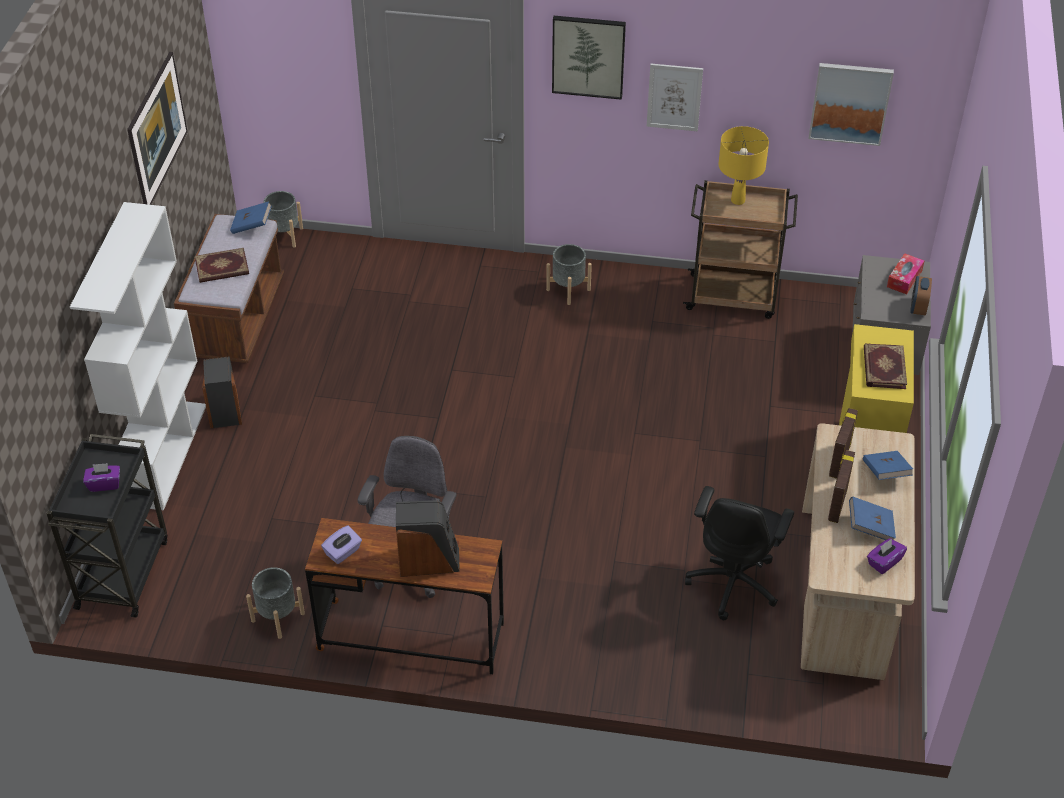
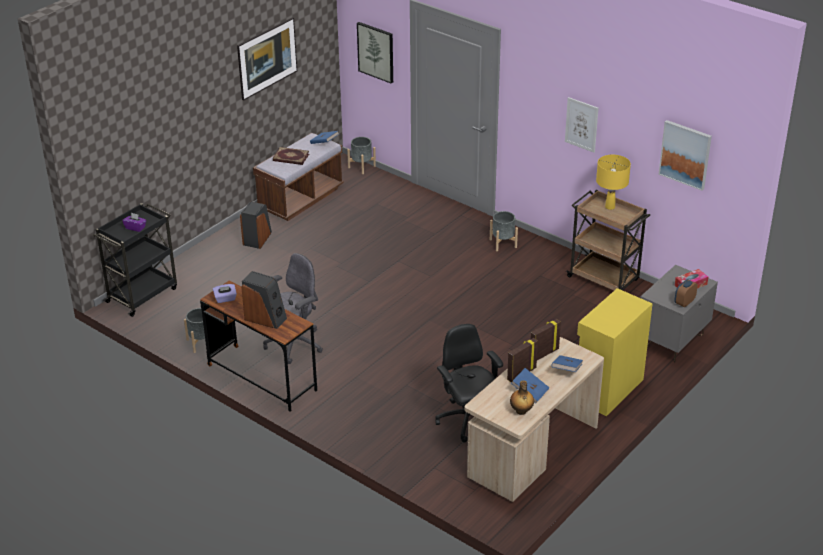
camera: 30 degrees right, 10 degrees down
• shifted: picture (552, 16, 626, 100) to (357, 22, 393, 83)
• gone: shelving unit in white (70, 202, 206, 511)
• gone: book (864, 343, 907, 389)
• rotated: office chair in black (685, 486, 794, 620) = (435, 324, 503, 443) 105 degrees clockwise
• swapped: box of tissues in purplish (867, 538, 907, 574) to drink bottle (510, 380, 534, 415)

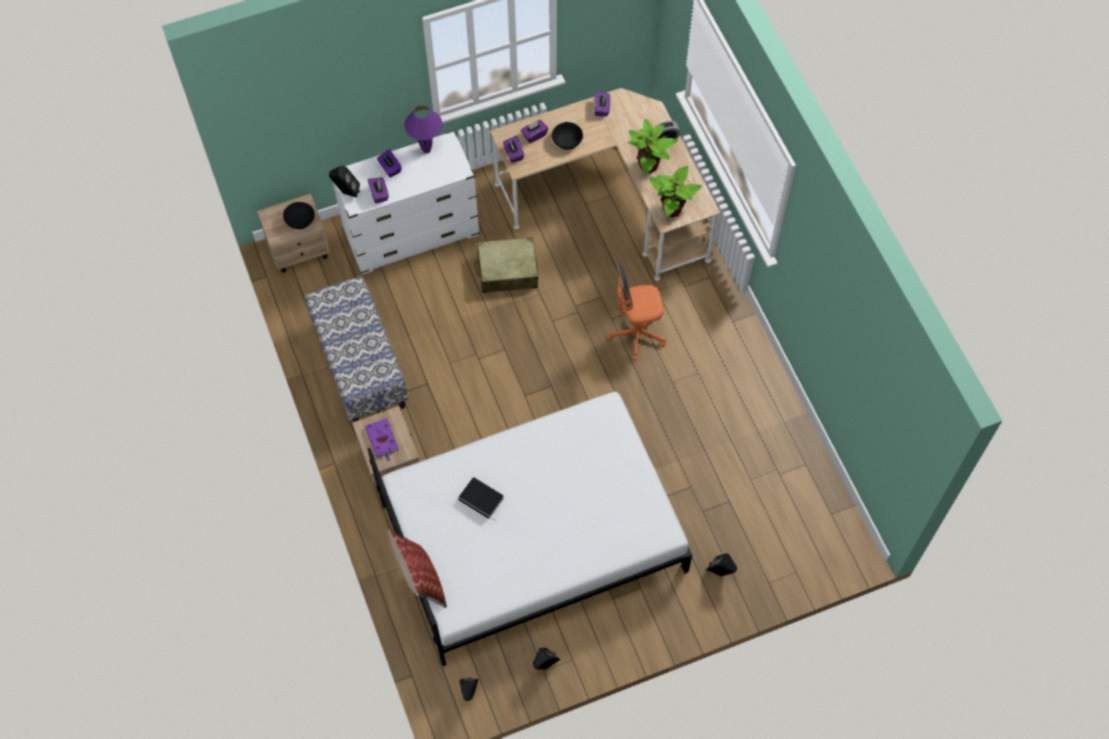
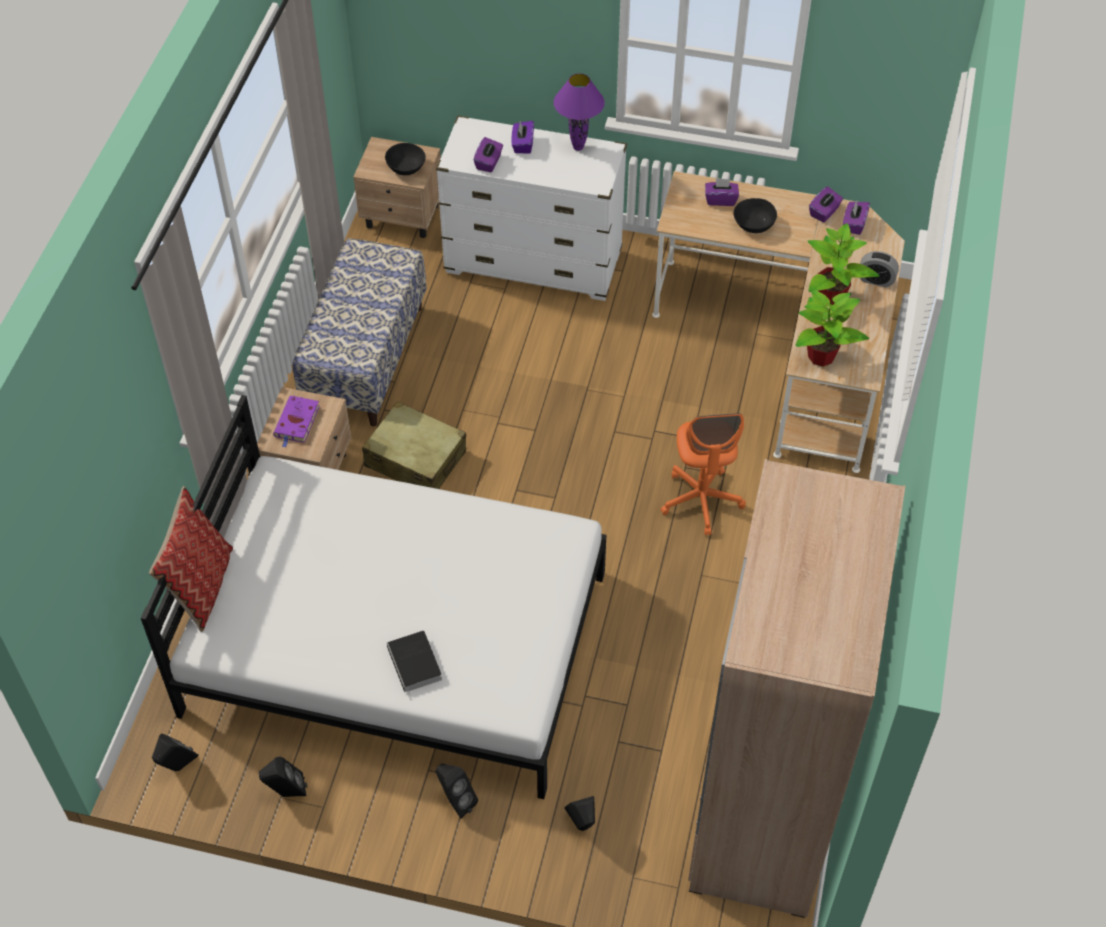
camera: 35 degrees right, 10 degrees down
• shifted: box of tissues in purplish (503, 136, 524, 163) to (843, 201, 870, 235)
• shifted: speaker in black (329, 166, 360, 198) to (436, 764, 478, 818)
• shifted: piece of luggage in sand-coloured (474, 237, 538, 293) to (362, 401, 466, 489)
• rotated: office chair in orange-coloured (606, 264, 666, 361) = (661, 413, 746, 536) 120 degrees counterclockwise
• shifted: book (458, 477, 504, 521) to (387, 631, 442, 700)
• new: clothes cupboard in sand-coloured (688, 459, 905, 918)

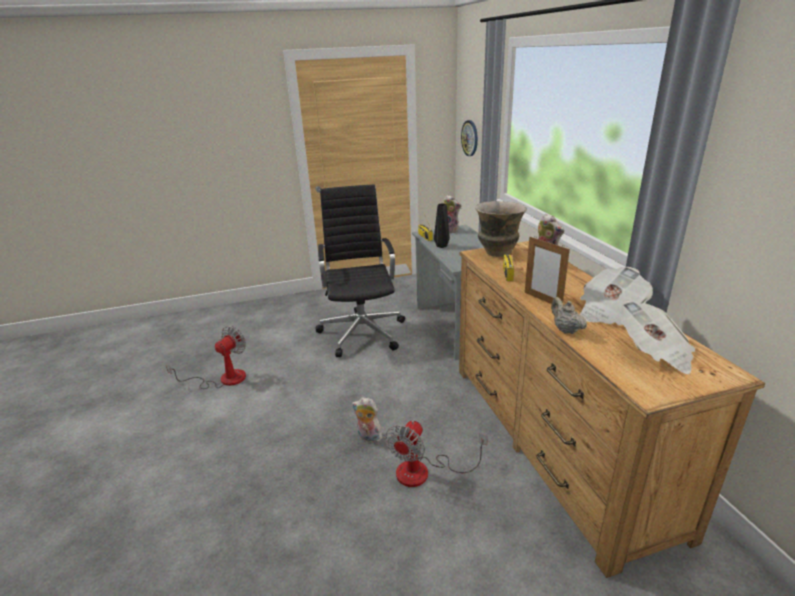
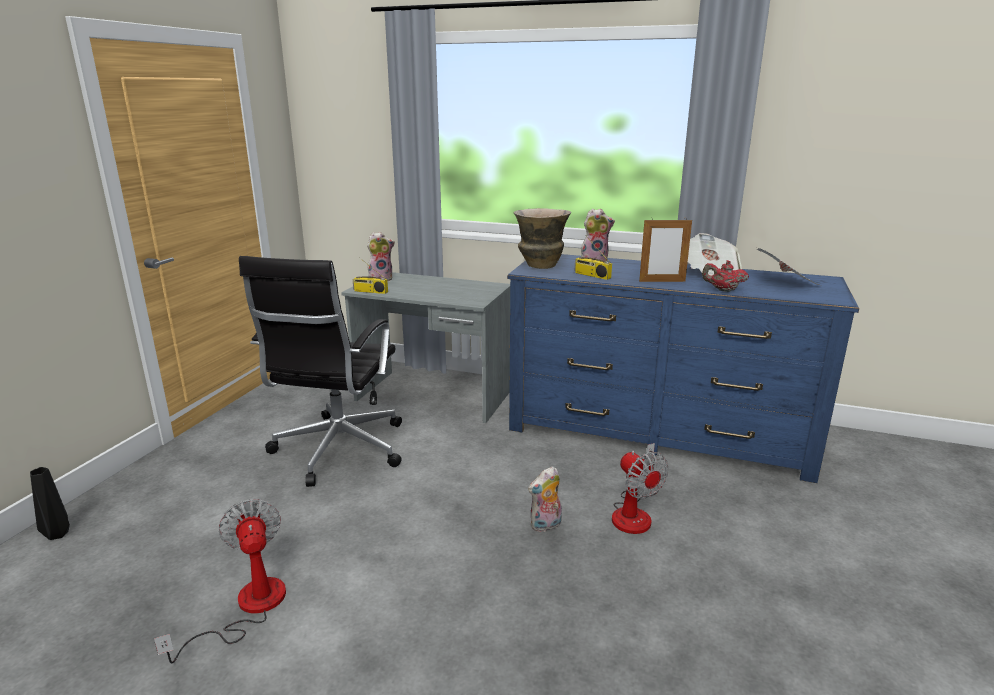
camera: 55 degrees left, 5 degrees down
• gone: hanging clock (461, 120, 478, 156)
• rotated: office chair in black (316, 184, 405, 357) = (239, 256, 402, 487) 105 degrees counterclockwise
• shifted: decorative vase in black (434, 204, 450, 248) to (30, 467, 70, 540)
• repainted: chest of drawers in brownish (459, 241, 765, 578) to chest of drawers in blue (507, 254, 859, 483)
• repainted: pot for tea in sand-coloured (551, 297, 587, 334) to pot for tea in red (702, 260, 749, 292)

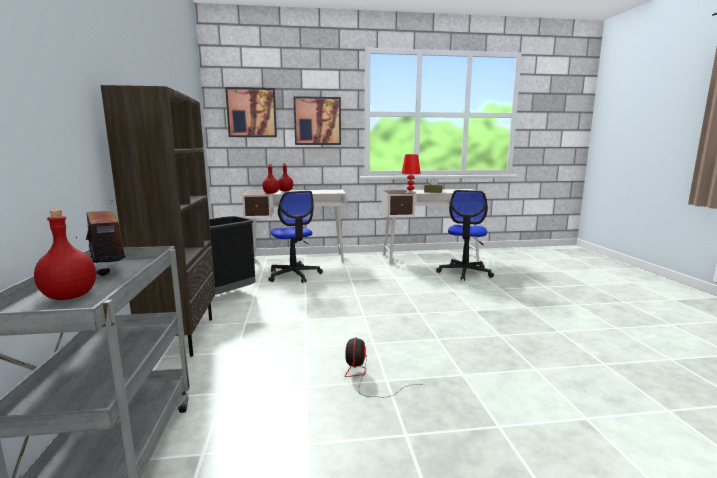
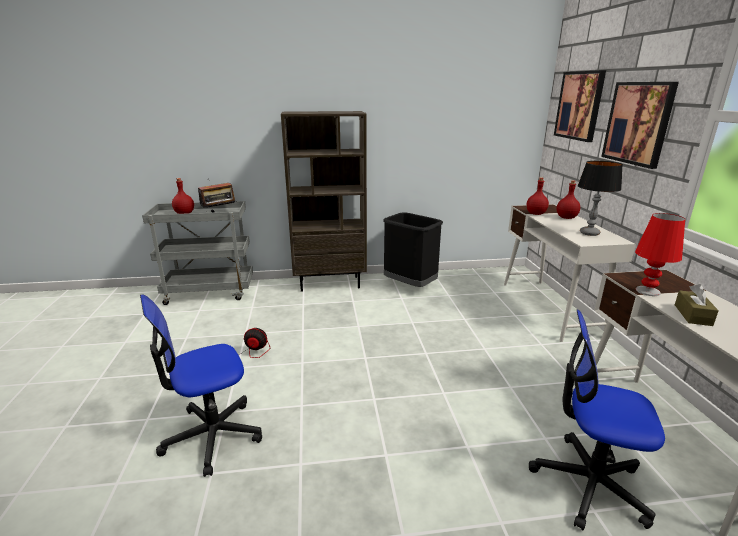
camera: 90 degrees right, 10 degrees up
• shifted: office chair (268, 191, 323, 283) to (140, 294, 262, 477)
• new: lamp for a table (578, 161, 623, 236)

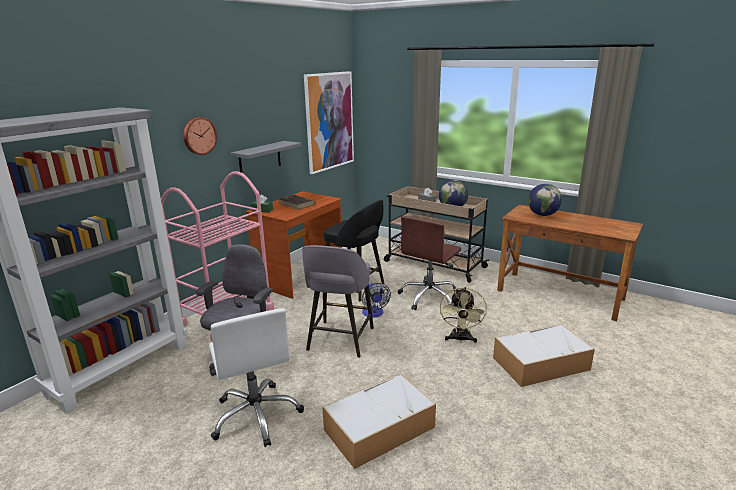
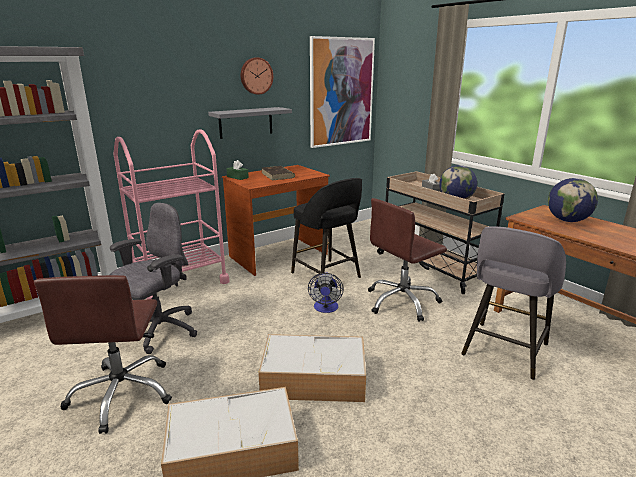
camera: 20 degrees right, 0 degrees up
• shifted: hanging clock (183, 117, 217, 155) to (241, 57, 273, 95)
• shifted: sitting stool in greyish (302, 245, 374, 358) to (461, 226, 566, 380)
• gone: cooling fan in sand-coloured (440, 287, 487, 343)
• repainted: office chair in white (209, 308, 304, 447) to office chair in brownish (34, 275, 172, 434)
• shifted: storage box (493, 324, 595, 387) to (258, 334, 366, 402)

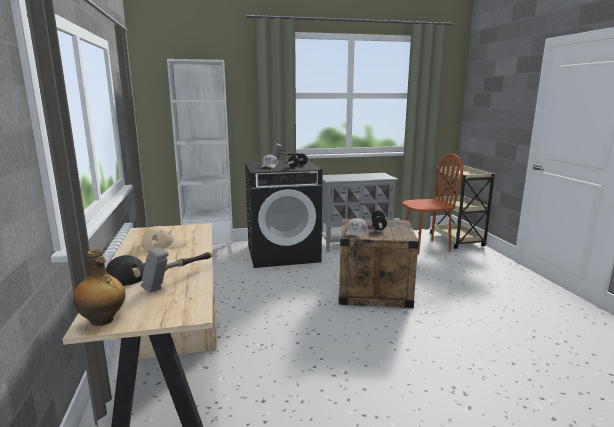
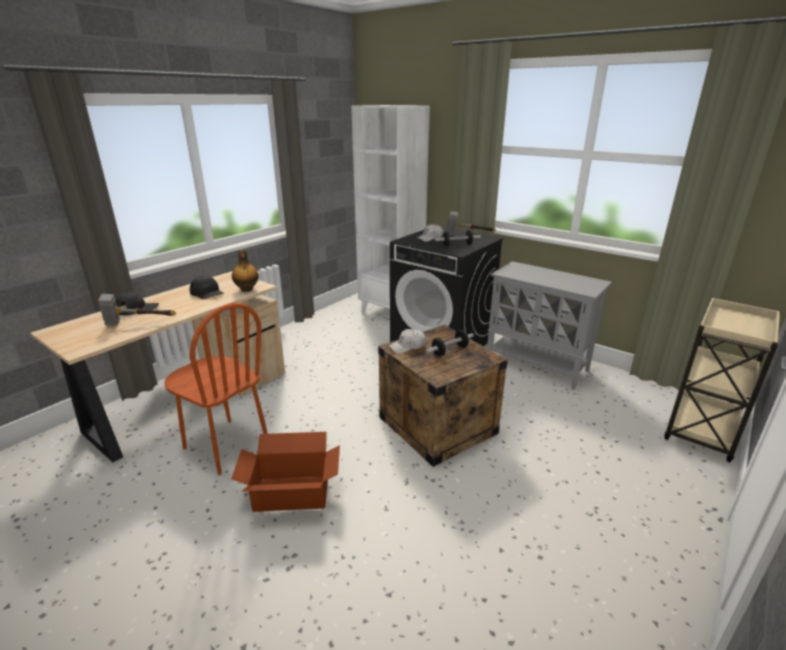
camera: 50 degrees right, 10 degrees up
• shifted: chair in brownish (402, 154, 463, 255) to (164, 303, 268, 475)
• repainted: baseball cap in sand-coloured (141, 226, 189, 249) to baseball cap in black (190, 276, 224, 299)
• shifted: drink bottle (73, 249, 126, 326) to (232, 249, 259, 292)
• new: packing box (231, 432, 340, 512)

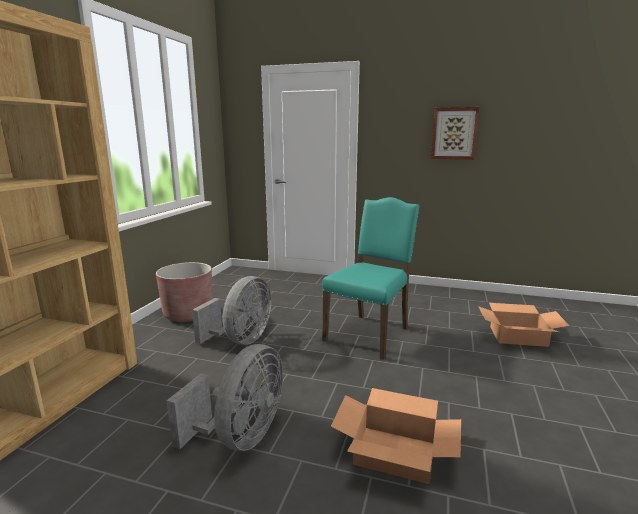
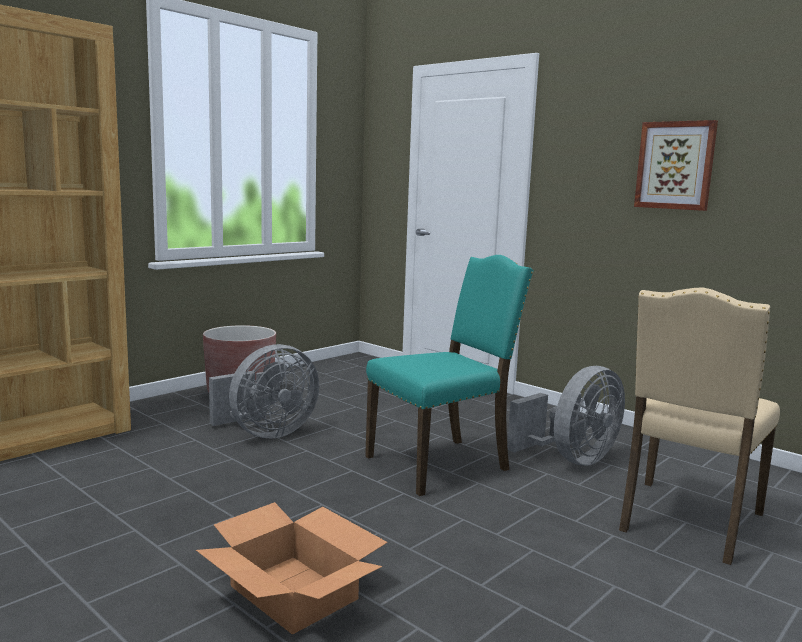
camera: 25 degrees right, 5 degrees down
• swapped: packing box (478, 303, 570, 347) to chair in sand-coloured (619, 288, 780, 565)
• shifted: cooling fan in greyish (167, 344, 283, 451) to (507, 366, 625, 465)

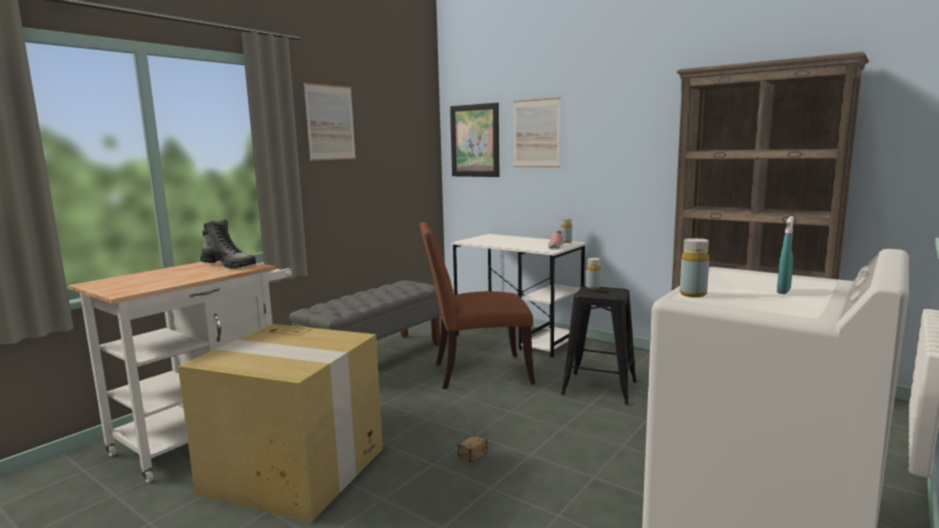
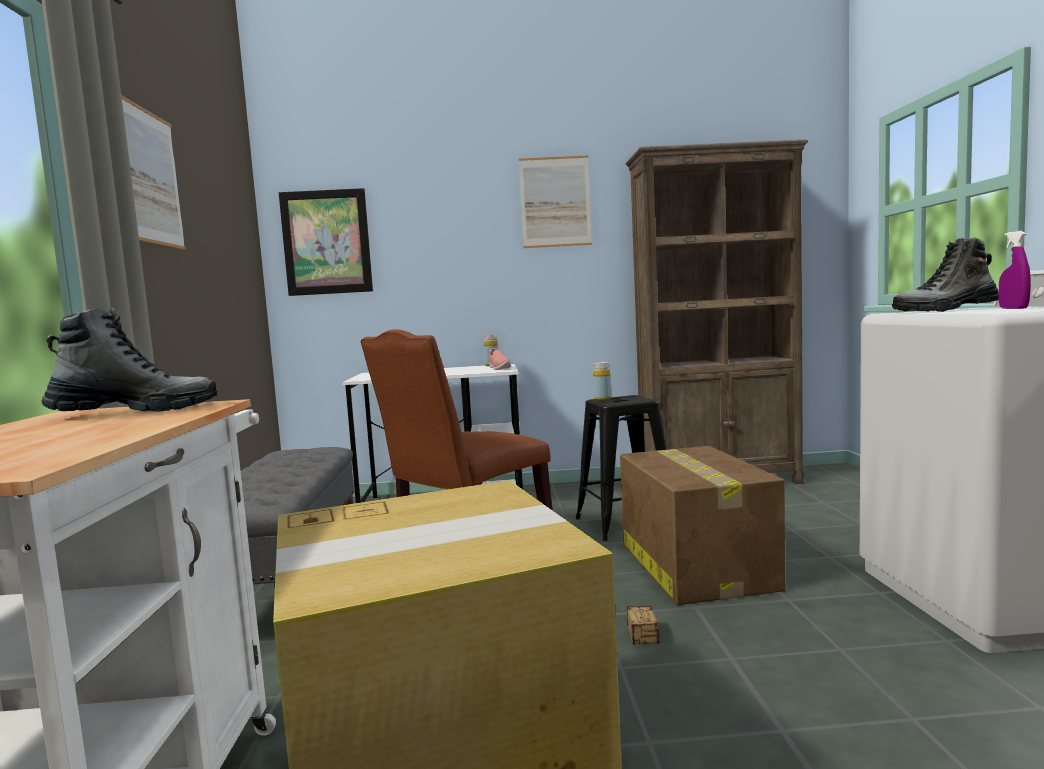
camera: 40 degrees left, 5 degrees down
• shifted: picture (513, 97, 560, 167) to (518, 155, 592, 248)
• repainted: sprayer in turquoise (777, 216, 794, 294) to sprayer in purplish (999, 231, 1031, 309)
• gone: drink bottle in yellowish (680, 238, 709, 297)
• new: boot (892, 238, 999, 312)
• new: packing box (620, 446, 785, 605)

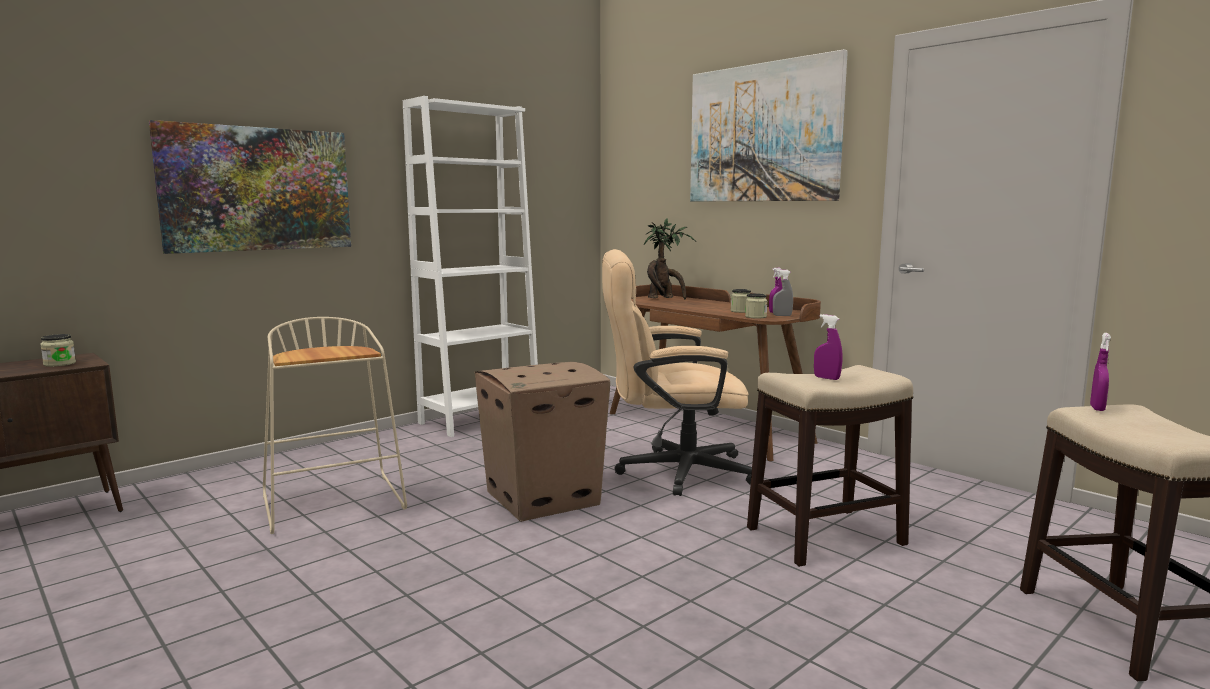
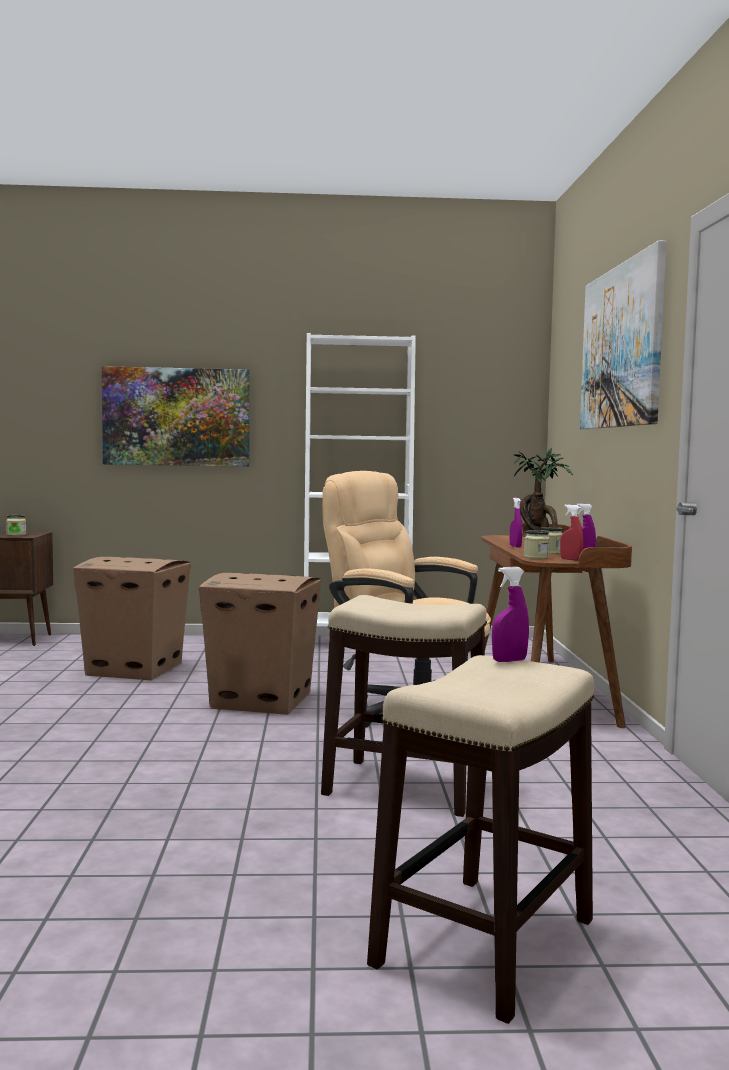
camera: 40 degrees right, 5 degrees down
• repainted: sprayer in greyish (773, 270, 793, 316) to sprayer in red (560, 504, 584, 561)
• shifted: sprayer in purplish (814, 314, 842, 380) to (510, 498, 522, 548)
• swapped: sitting stool in sand-coloured (263, 317, 407, 534) to packing box (73, 557, 191, 680)

